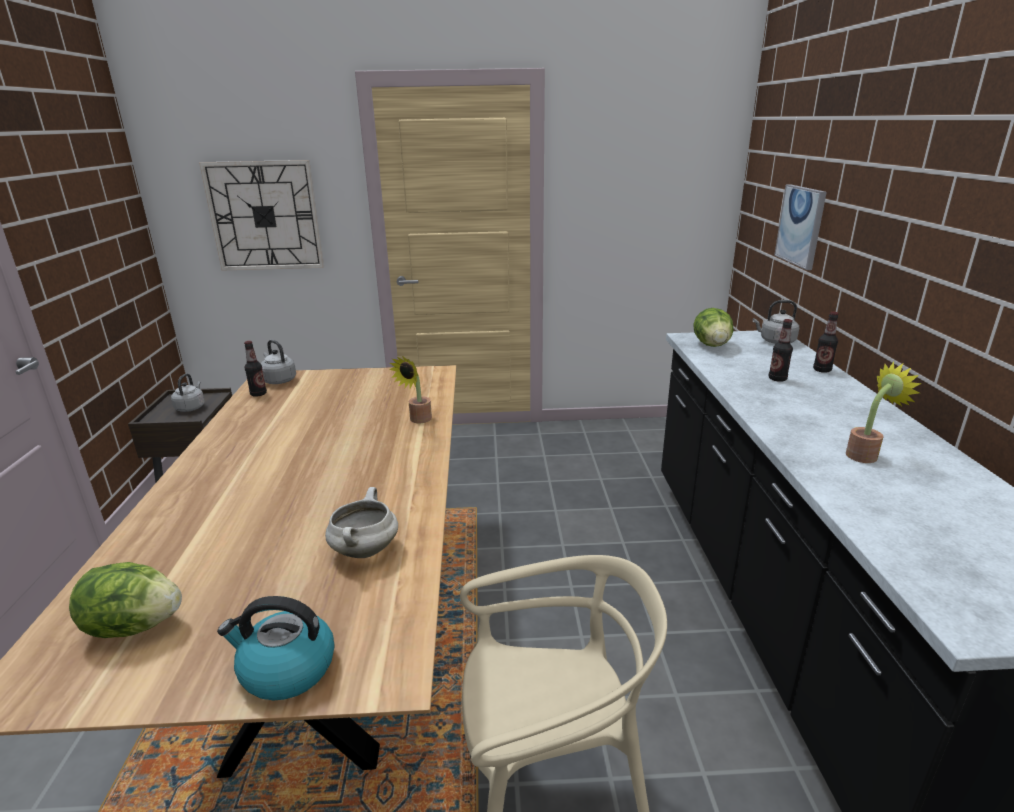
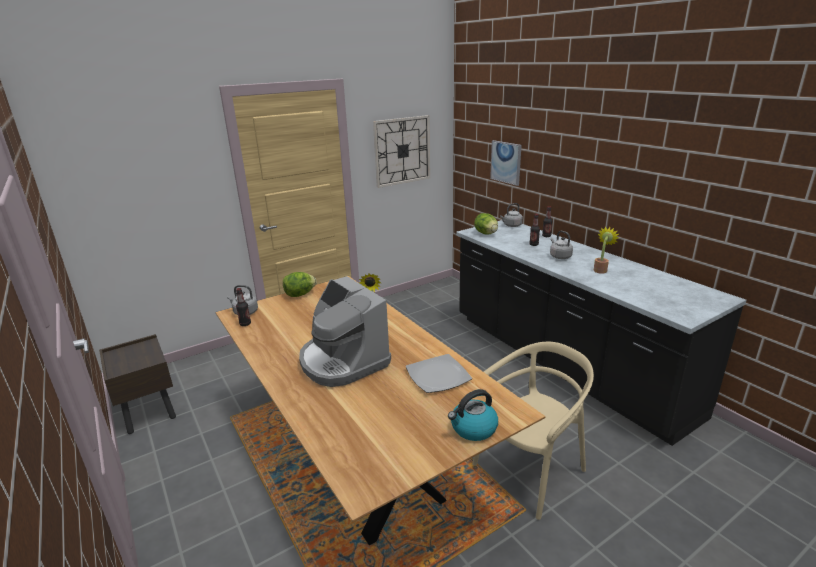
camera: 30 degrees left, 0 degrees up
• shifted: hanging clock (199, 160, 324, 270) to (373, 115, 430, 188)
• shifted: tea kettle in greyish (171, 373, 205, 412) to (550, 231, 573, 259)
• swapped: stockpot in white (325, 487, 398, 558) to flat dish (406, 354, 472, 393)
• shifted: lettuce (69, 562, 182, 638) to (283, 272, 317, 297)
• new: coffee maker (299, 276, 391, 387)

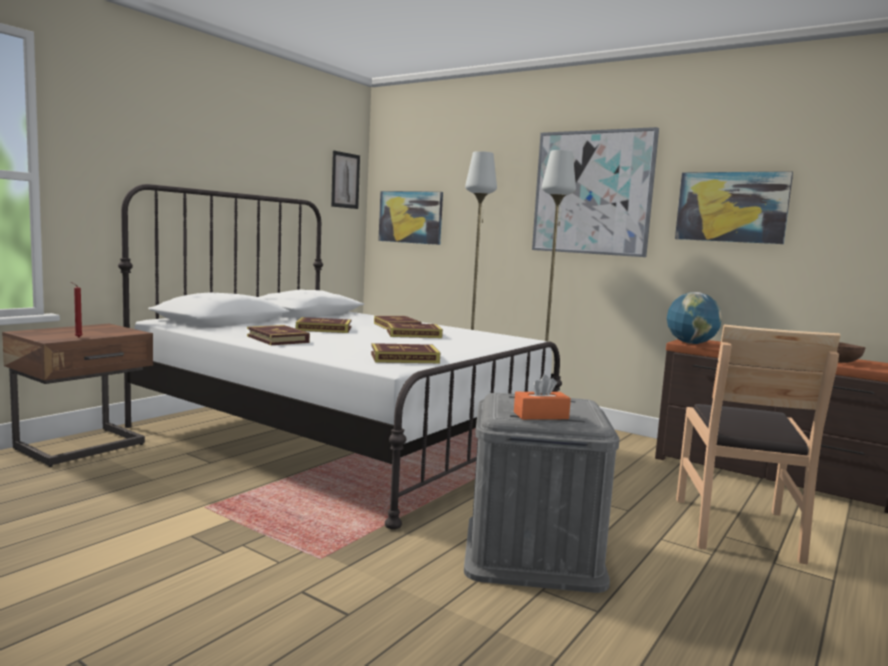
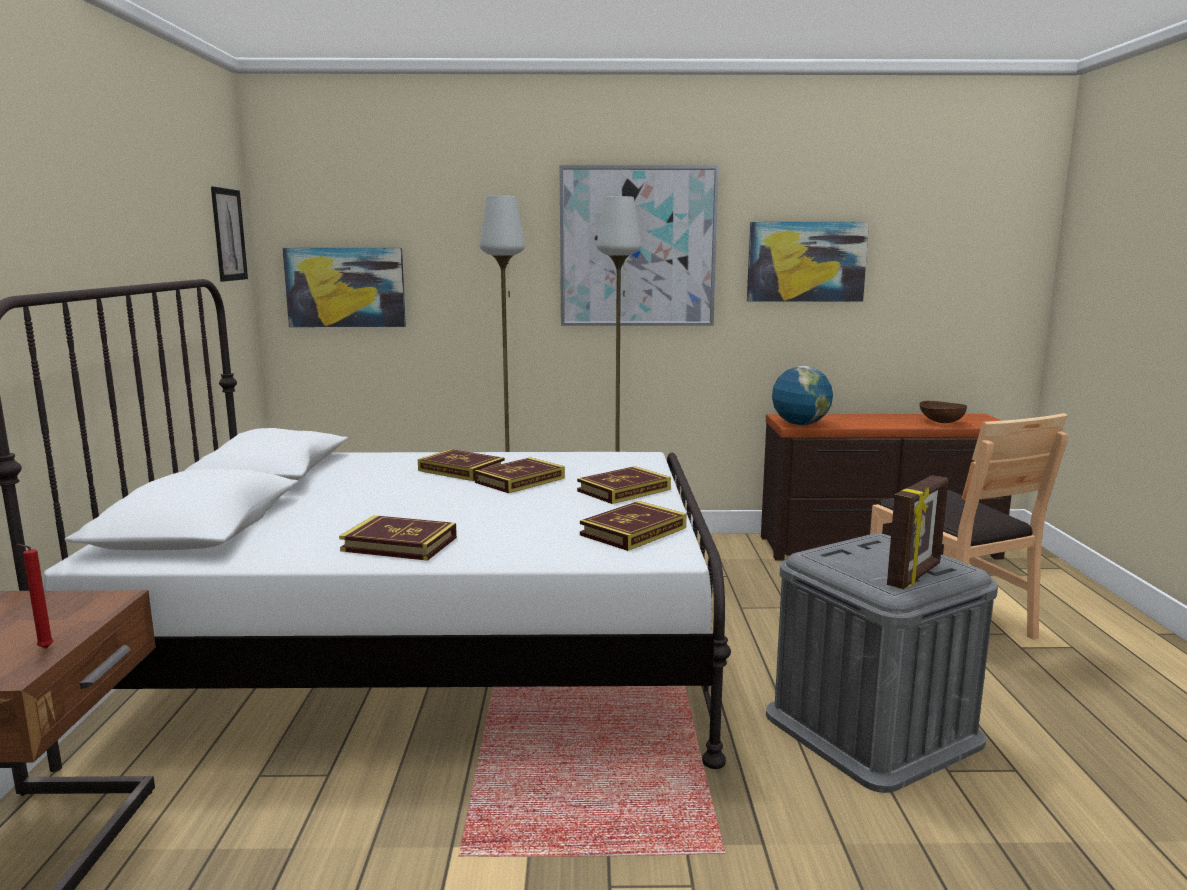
camera: 35 degrees left, 5 degrees up
• shifted: book (296, 317, 351, 333) to (577, 466, 671, 504)
• swapped: box of tissues in orange-coloured (514, 375, 571, 420) to picture frame (887, 475, 948, 589)

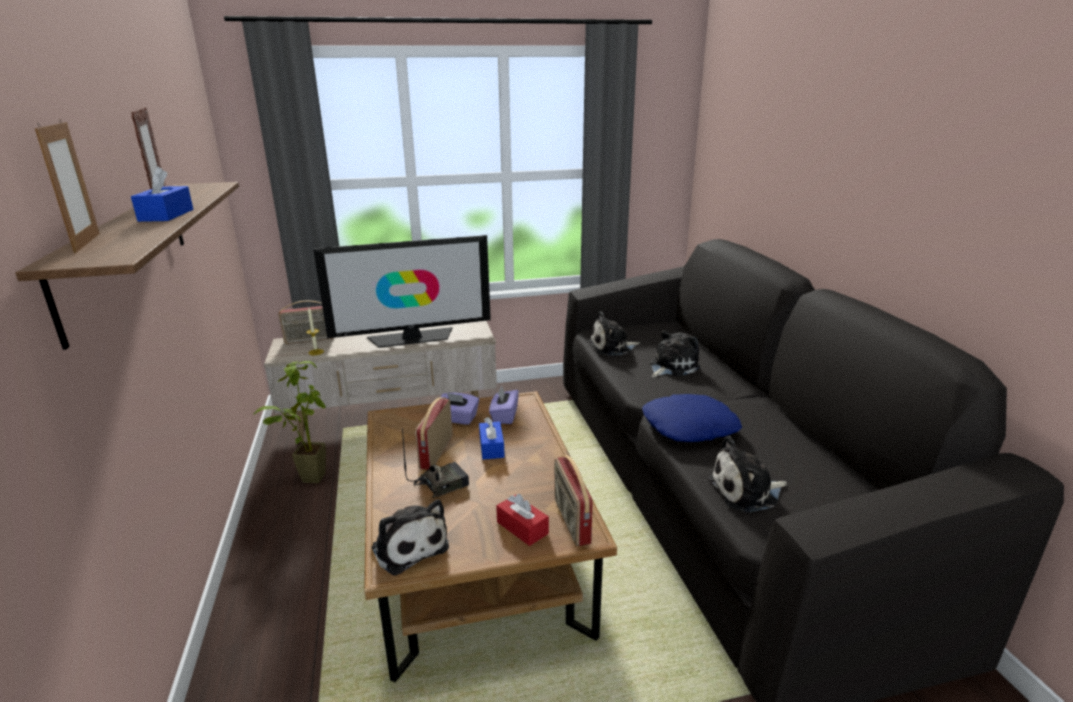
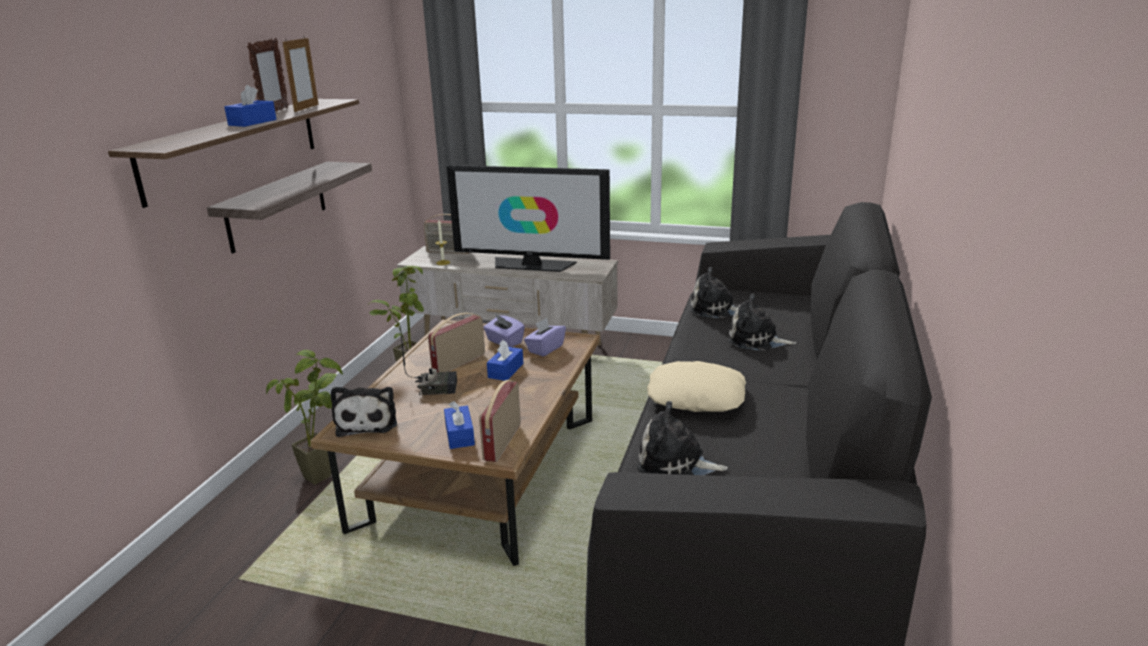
camera: 30 degrees right, 0 degrees up
• shifted: picture frame (35, 119, 100, 253) to (283, 38, 319, 112)
• rotated: soft toy (650, 331, 700, 377) = (728, 294, 796, 351) 150 degrees counterclockwise
• repainted: throw pillow in blue (642, 394, 742, 442) to throw pillow in sand-coloured (647, 361, 746, 412)
• repainted: box of tissues in red (496, 494, 549, 546) to box of tissues in blue (444, 401, 475, 449)
• new: wall shelf (207, 162, 372, 254)
• new: houseplant (266, 350, 343, 485)

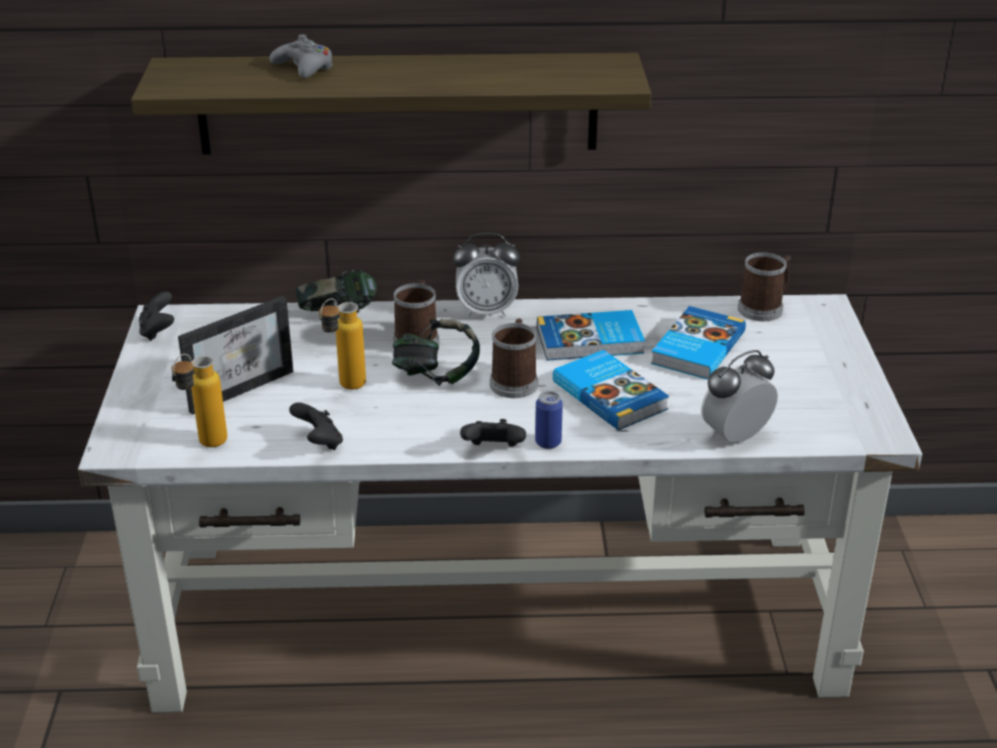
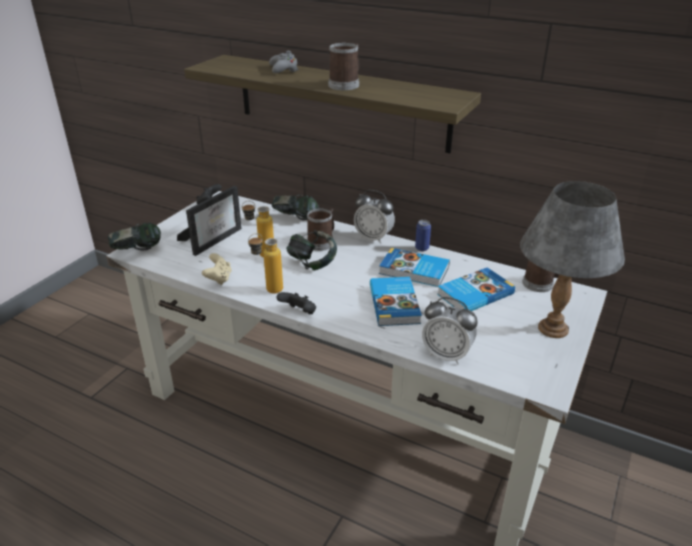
camera: 30 degrees right, 0 degrees up
• rotated: picture frame (172, 296, 294, 415) = (177, 186, 242, 256) 45 degrees counterclockwise
• shifted: mug (490, 318, 538, 398) to (328, 43, 359, 90)
• rotated: bedside clock (701, 350, 778, 443) = (422, 297, 478, 364) 150 degrees counterclockwise
• shifted: drink bottle (171, 354, 227, 447) to (248, 233, 283, 294)
• shifted: metal can (535, 391, 563, 449) to (415, 220, 431, 251)
• repainted: joypad in black (289, 403, 343, 450) to joypad in sand-coloured (202, 253, 232, 285)
• new: lamp for a table in greyish (520, 181, 625, 338)
• new: headphones (108, 223, 161, 250)

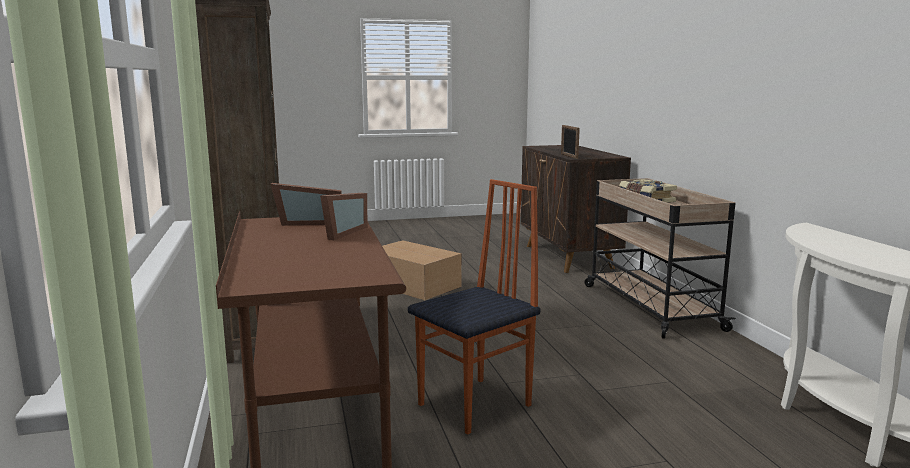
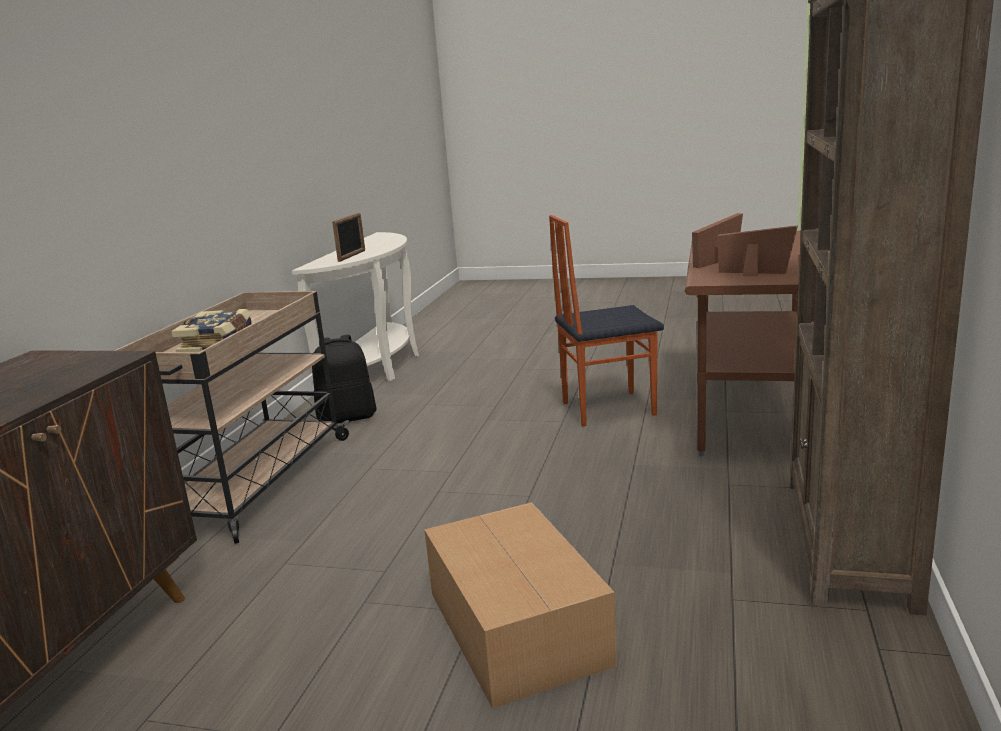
camera: 150 degrees left, 5 degrees up
• shifted: picture frame (561, 125, 580, 159) to (332, 213, 365, 262)
• new: rucksack in black (312, 335, 377, 423)

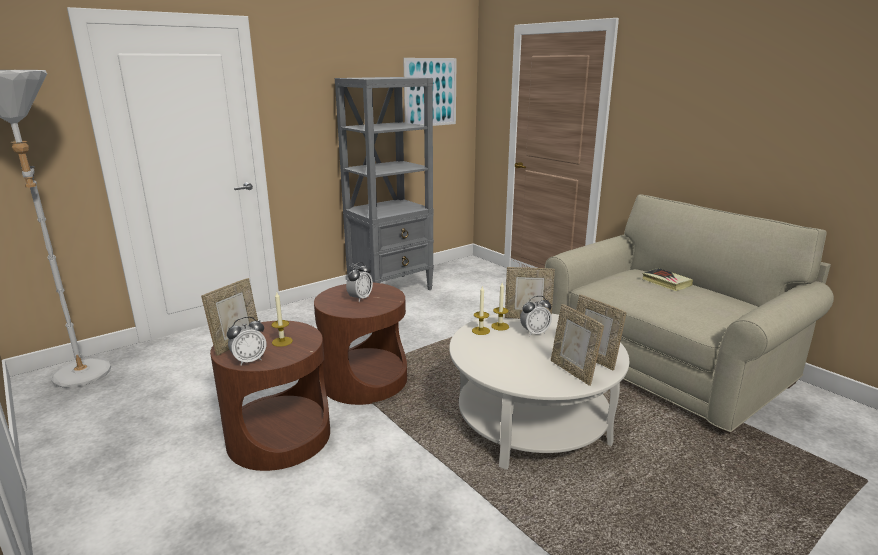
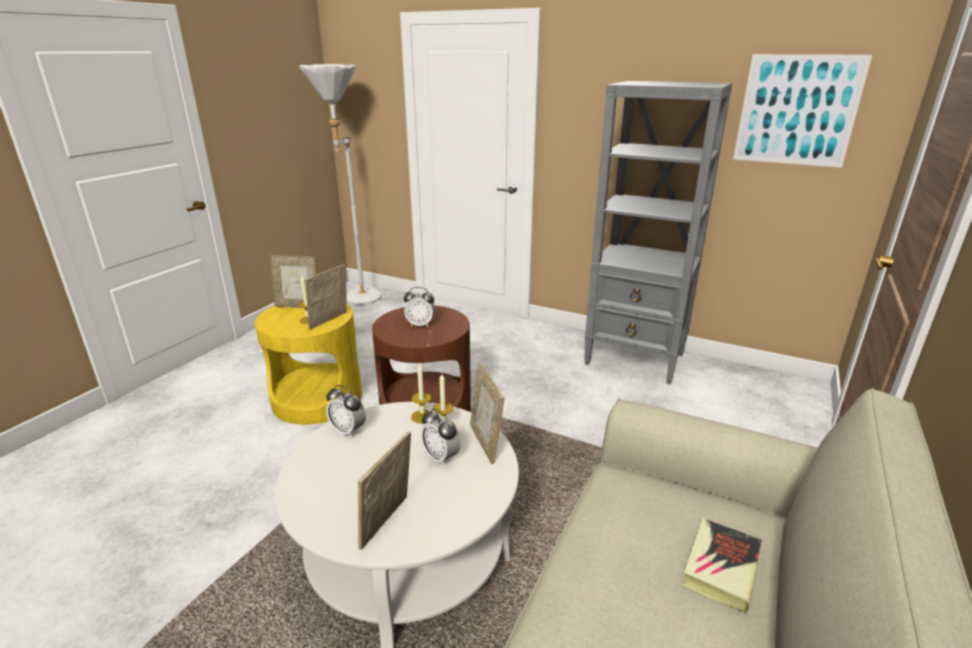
camera: 65 degrees right, 5 degrees up
• shifted: picture frame (551, 304, 604, 386) to (305, 264, 347, 330)
• shifted: bedside clock (227, 317, 266, 366) to (326, 385, 366, 438)
• repainted: end table in brownish (210, 321, 330, 471) to end table in yellowish (255, 304, 362, 425)

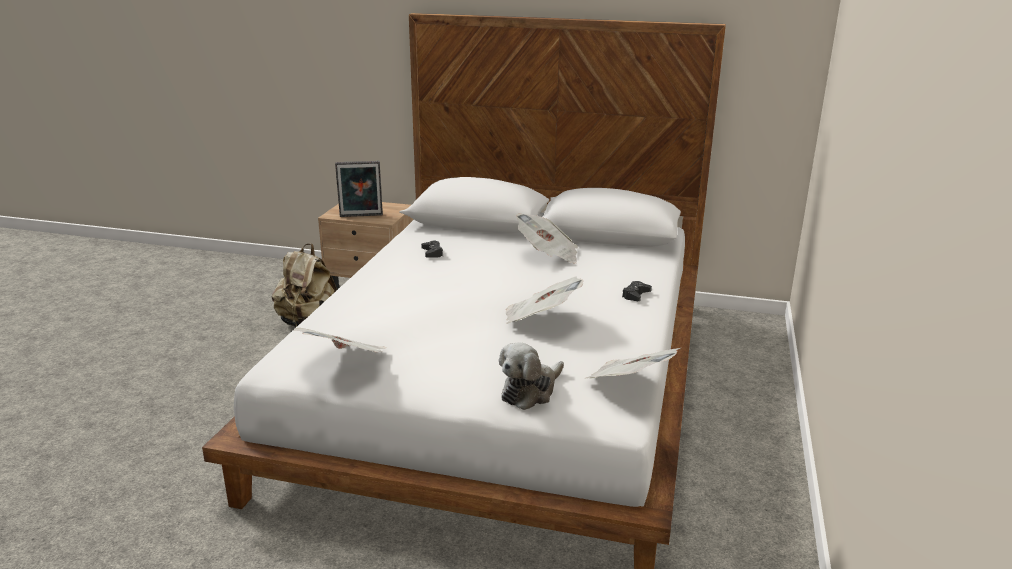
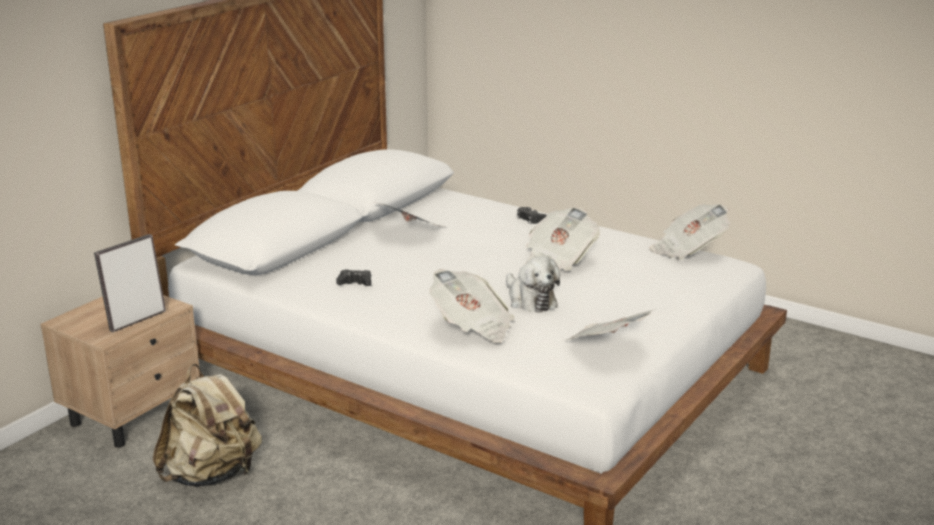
camera: 70 degrees left, 0 degrees up
• rotated: picture frame (335, 161, 383, 217) = (94, 234, 166, 332) 150 degrees counterclockwise
• shifted: soft toy (499, 342, 564, 410) to (506, 256, 560, 313)
• new: daily paper (429, 269, 515, 343)

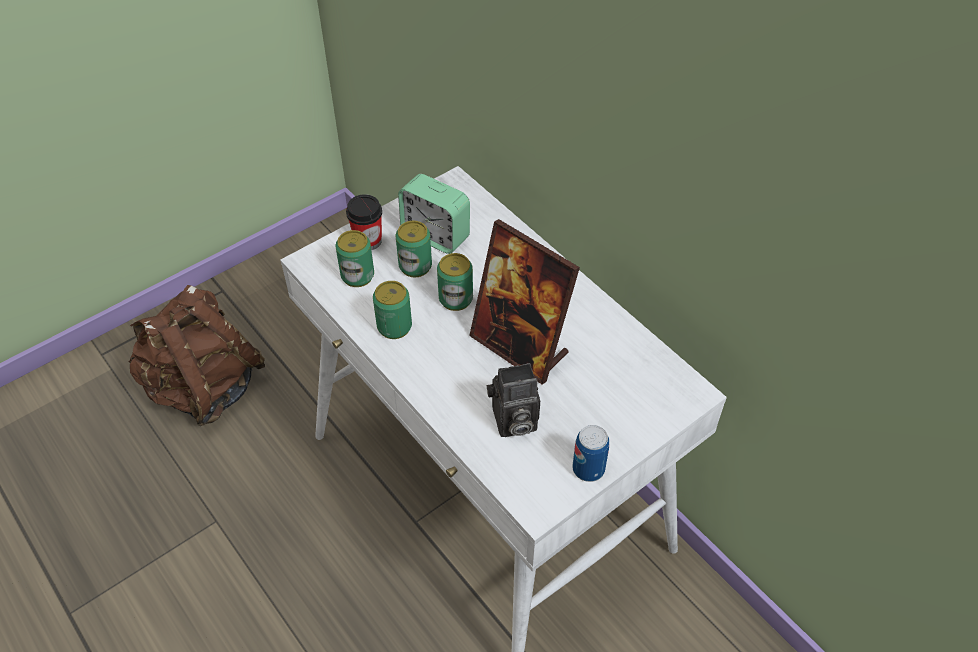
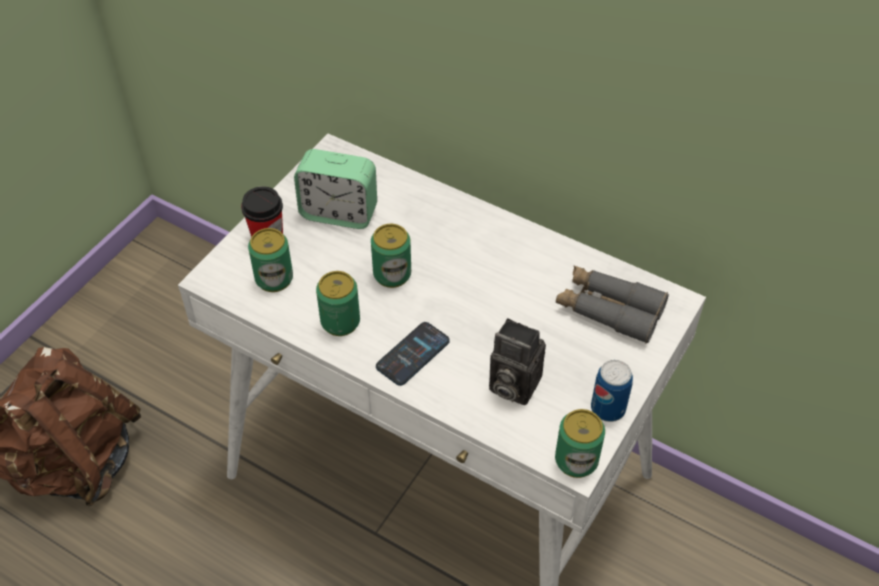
camera: 20 degrees left, 0 degrees up
• gone: picture frame (469, 219, 580, 385)
• shifted: metal can (396, 221, 432, 277) to (555, 409, 605, 478)
• rotated: photo camera (487, 363, 540, 437) = (489, 318, 546, 405) 60 degrees clockwise
• new: field glasses in greyish (556, 265, 669, 344)
• new: telephone (376, 322, 450, 386)

